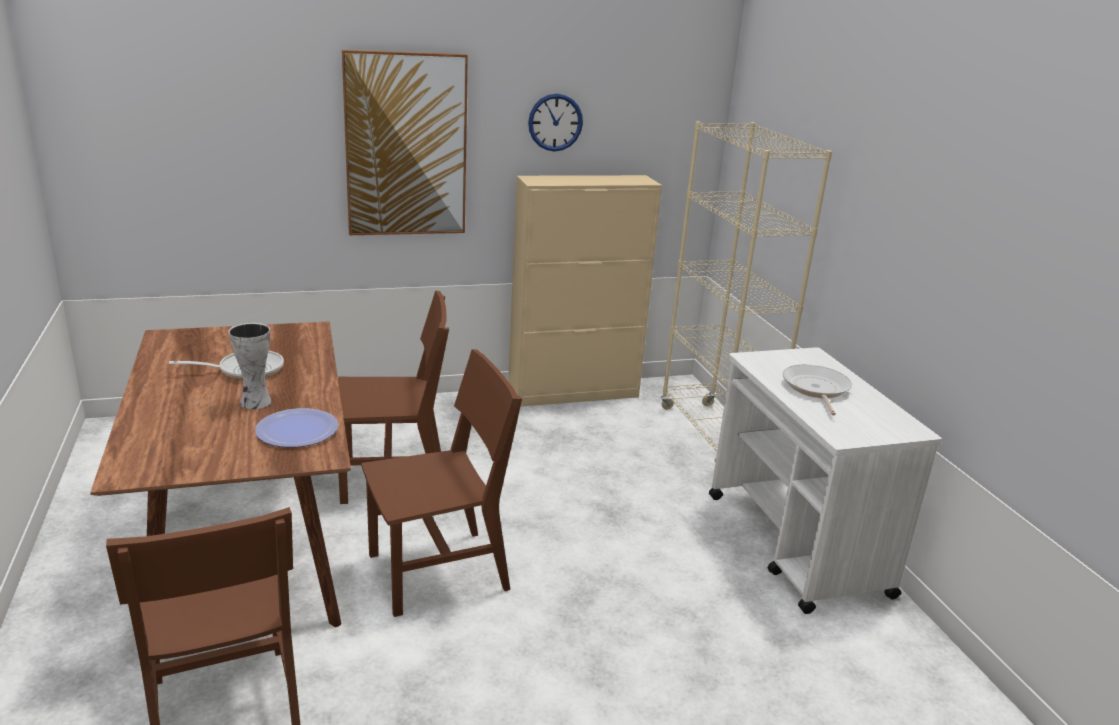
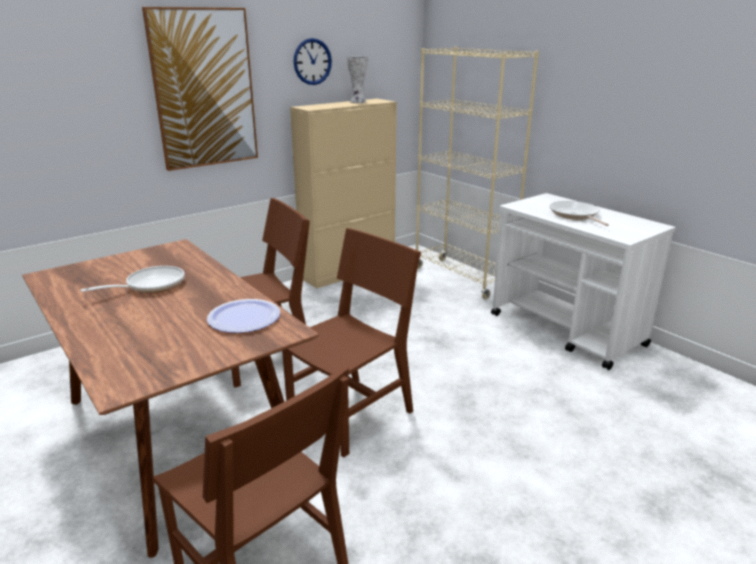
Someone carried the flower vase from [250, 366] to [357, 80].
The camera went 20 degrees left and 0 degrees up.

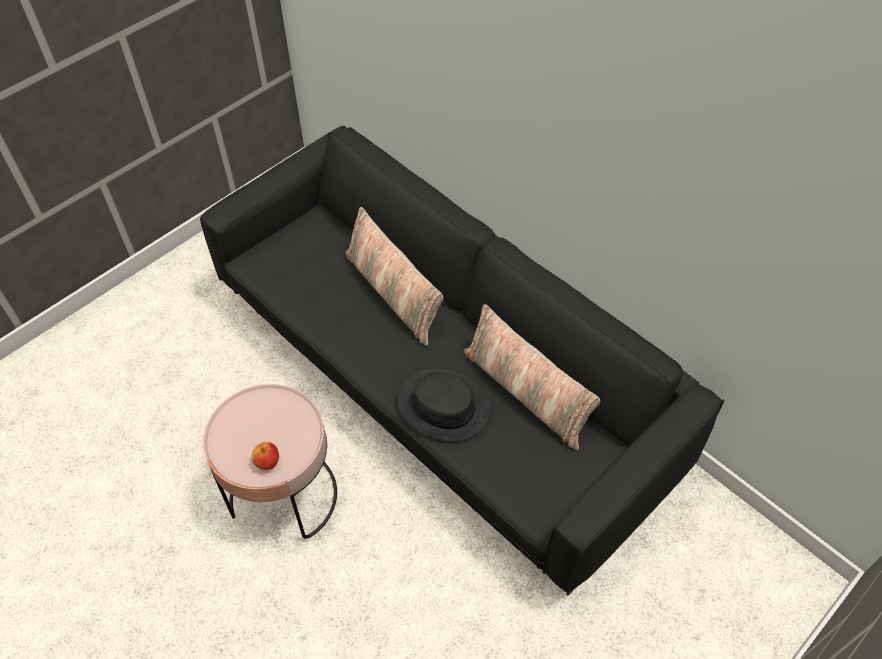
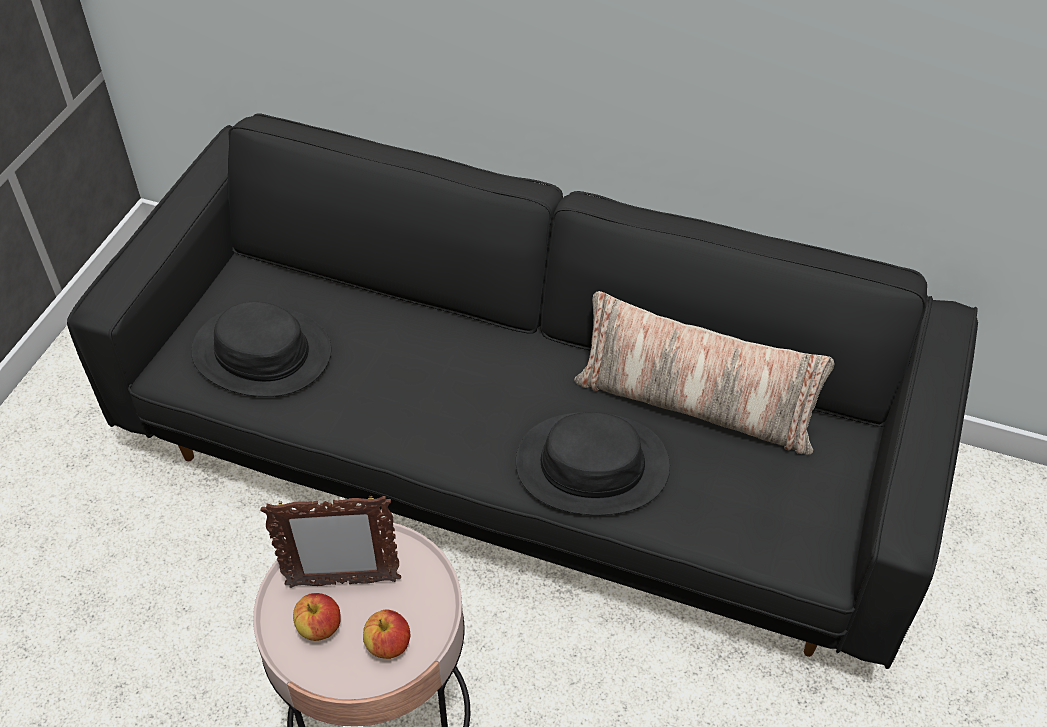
Someone took away the pillow at [394, 276].
Someone put down the black wearable hat at [261, 349].
Someone put down the photo frame at [331, 541].
Someone put down the apple fruit at [317, 617].
The camera went 25 degrees left and 5 degrees down.

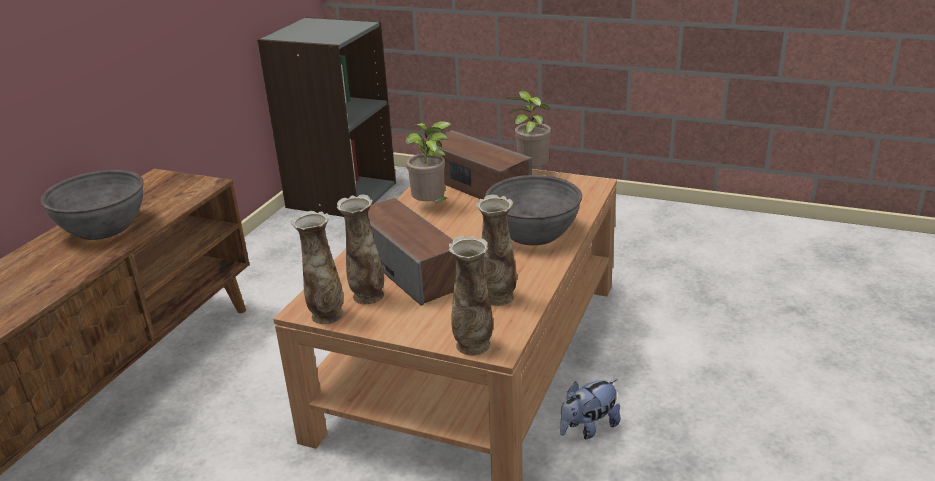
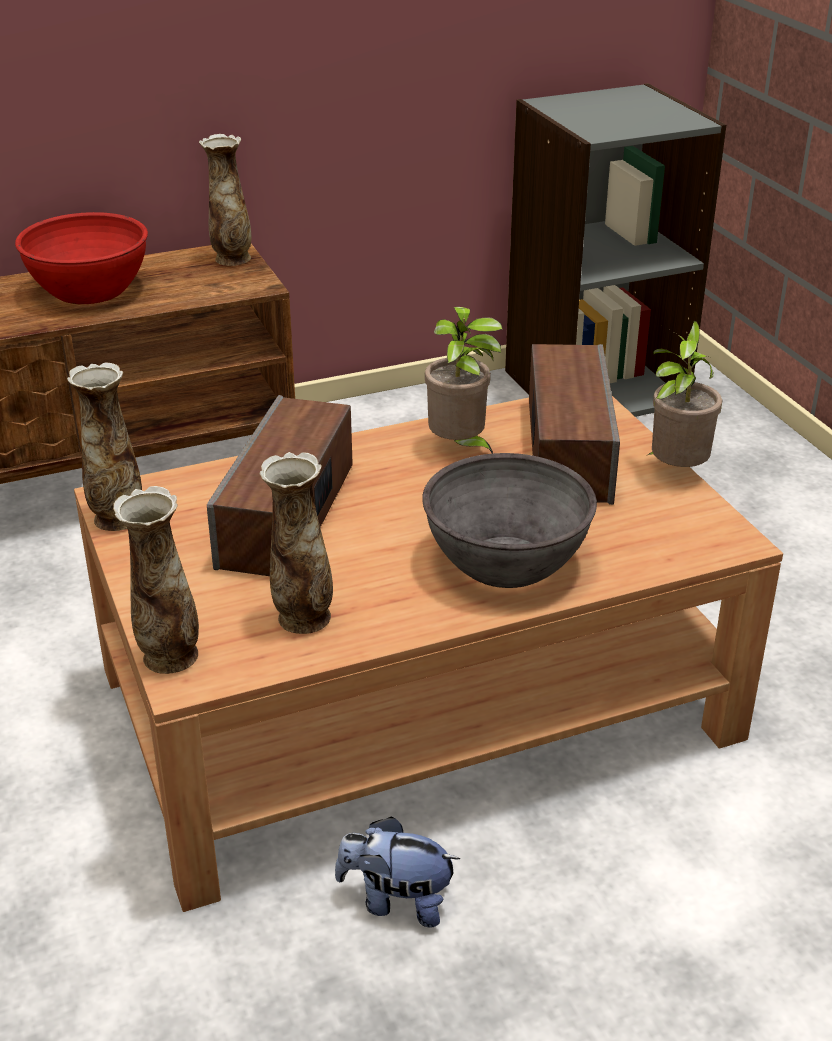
Someone carried the flower vase from [360, 249] to [225, 200].
Someone repainted the greyish bowl at [92, 205], which became the reddish bowl at [81, 258].
The camera went 45 degrees right and 5 degrees up.

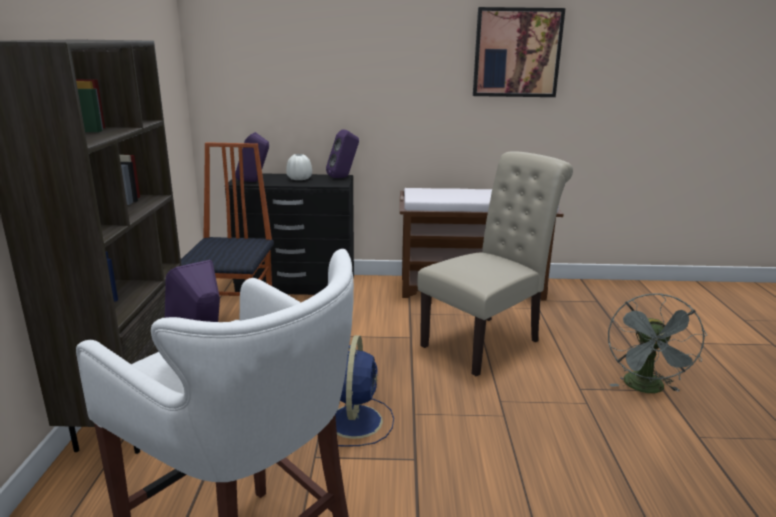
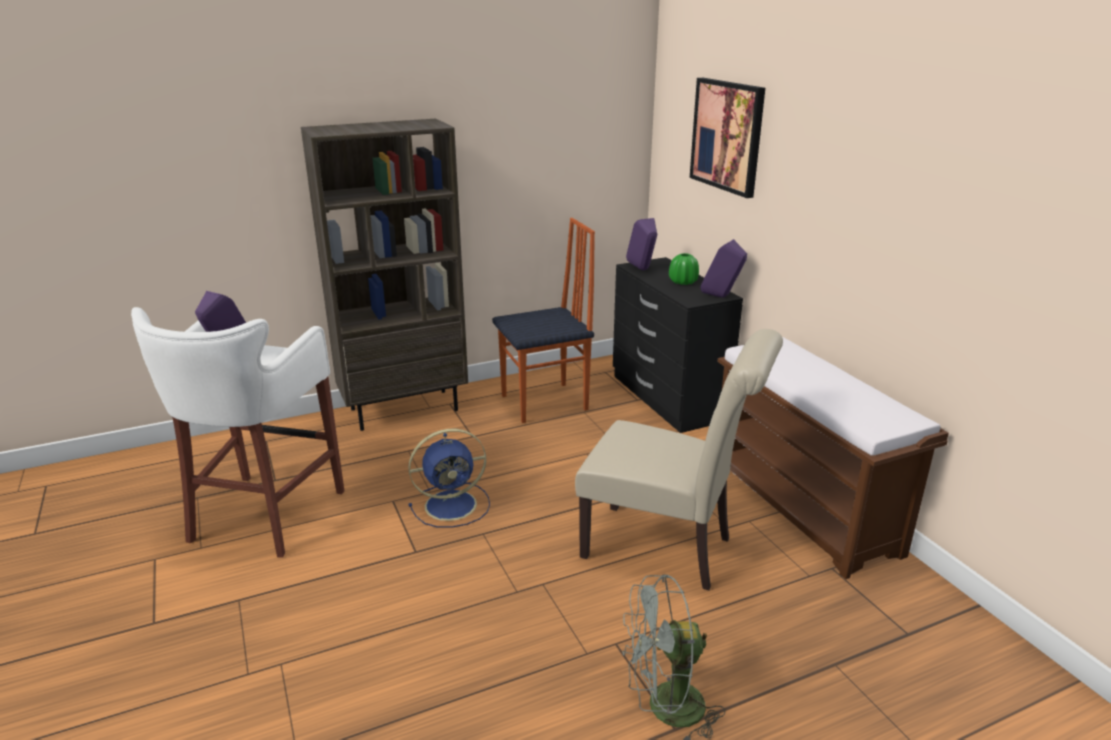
Someone carried the wall picture from [519, 52] to [727, 138].
Someone repainted the white-coloured flower vase at [299, 167], which became the green-coloured flower vase at [684, 269].
The camera went 65 degrees right and 5 degrees up.

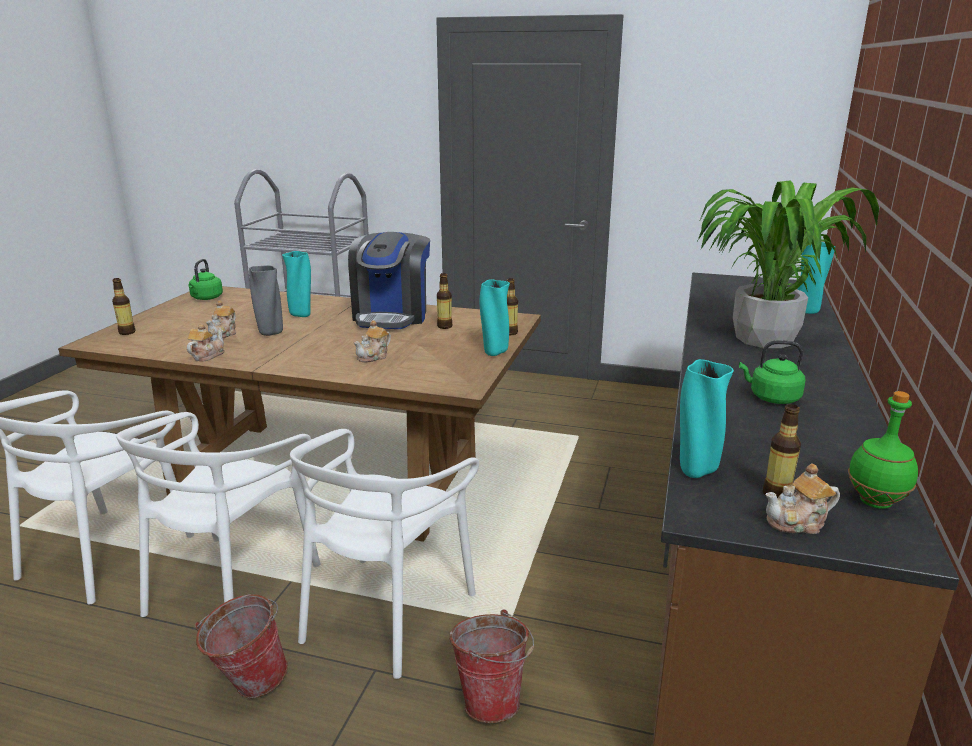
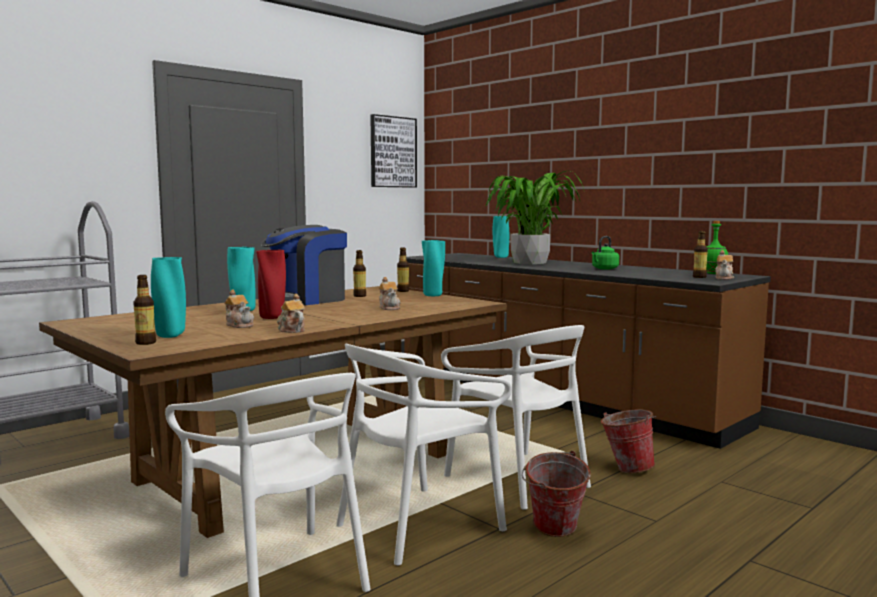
Someone took away the green-coloured water kettle at [205, 279].
Someone put up the wall picture at [393, 151].
Someone carried the turquoise flower vase from [707, 418] to [168, 297].
Someone repainted the greyish flower vase at [266, 300], which became the reddish flower vase at [271, 284].
Someone rotated the white-coloured plain chair at [218, 514] by 90 degrees clockwise.
Someone rotated the coffee brewer at [389, 280] by 105 degrees clockwise.
The camera went 60 degrees left and 15 degrees down.

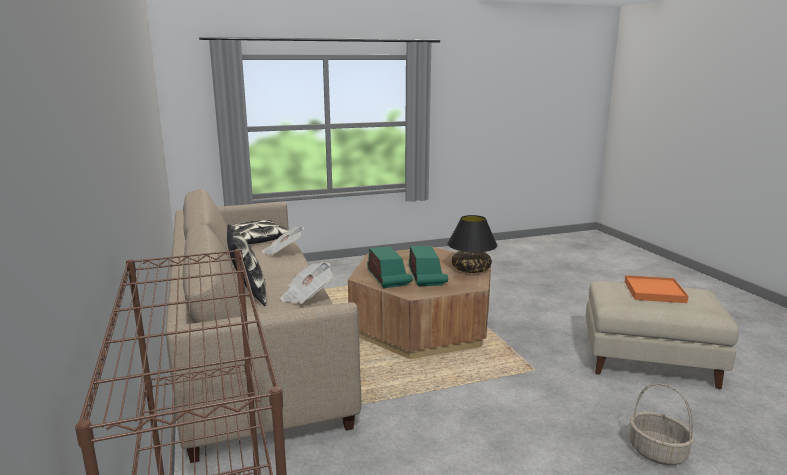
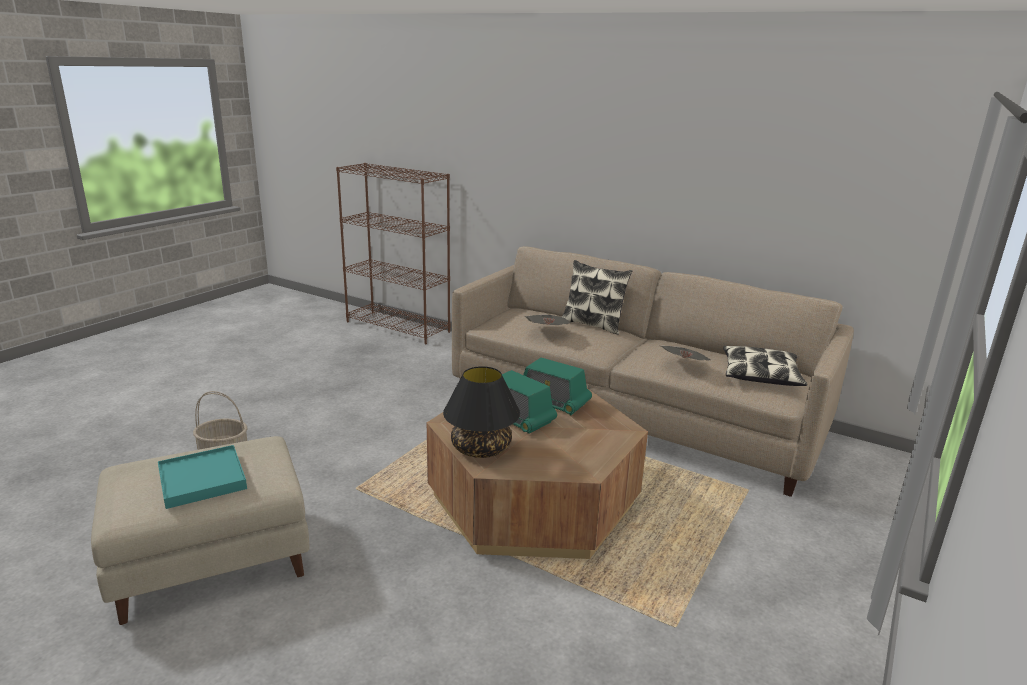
Someone repainted the orange-coloured tray at [657, 289], which became the turquoise tray at [202, 477].
The camera went 140 degrees right and 5 degrees up.

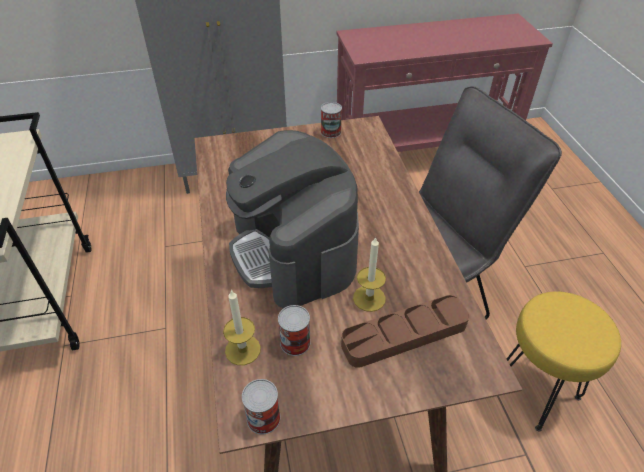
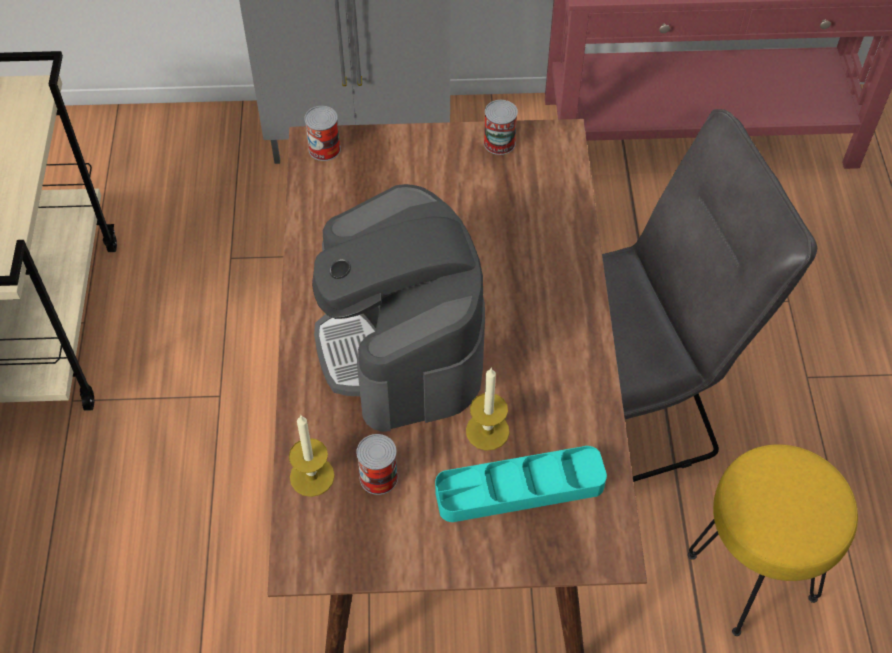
Someone carried the metal can from [261, 407] to [322, 133].
Someone repainted the brown-coloured tray at [405, 331], which became the turquoise tray at [521, 484].
The camera went 10 degrees right and 10 degrees up.

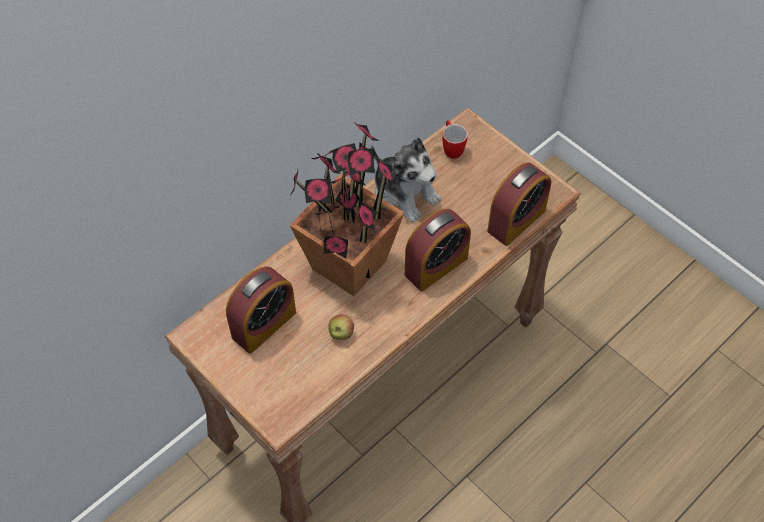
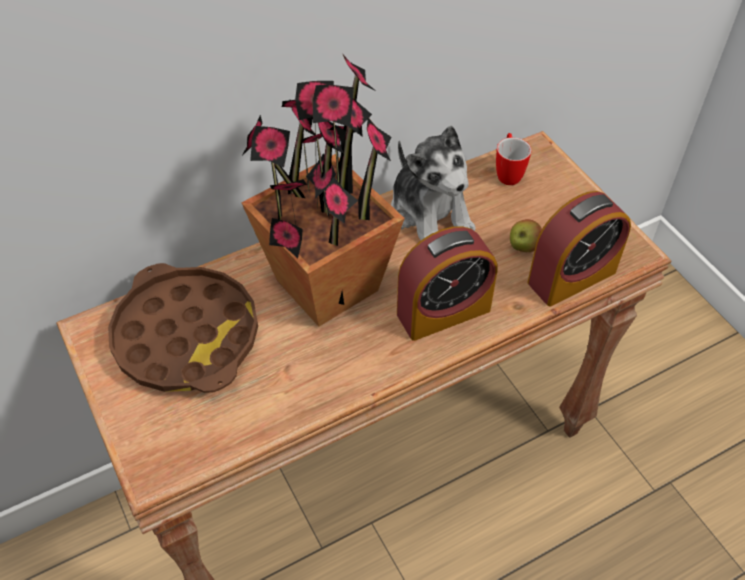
Someone carried the apple fruit from [341, 327] to [526, 235].
Someone swapped the alarm clock at [261, 310] for the brown-coloured tray at [183, 328].
The camera went 15 degrees right and 5 degrees down.

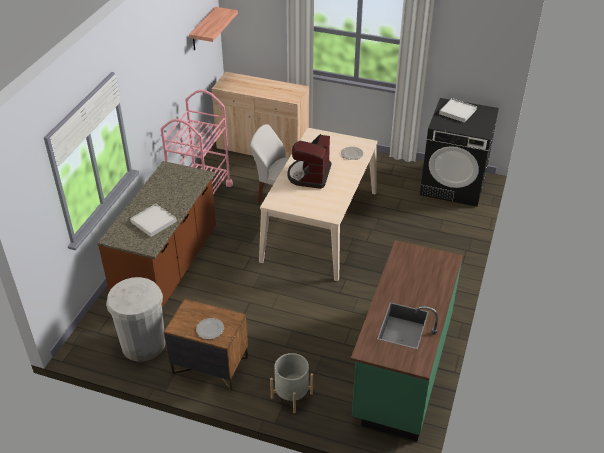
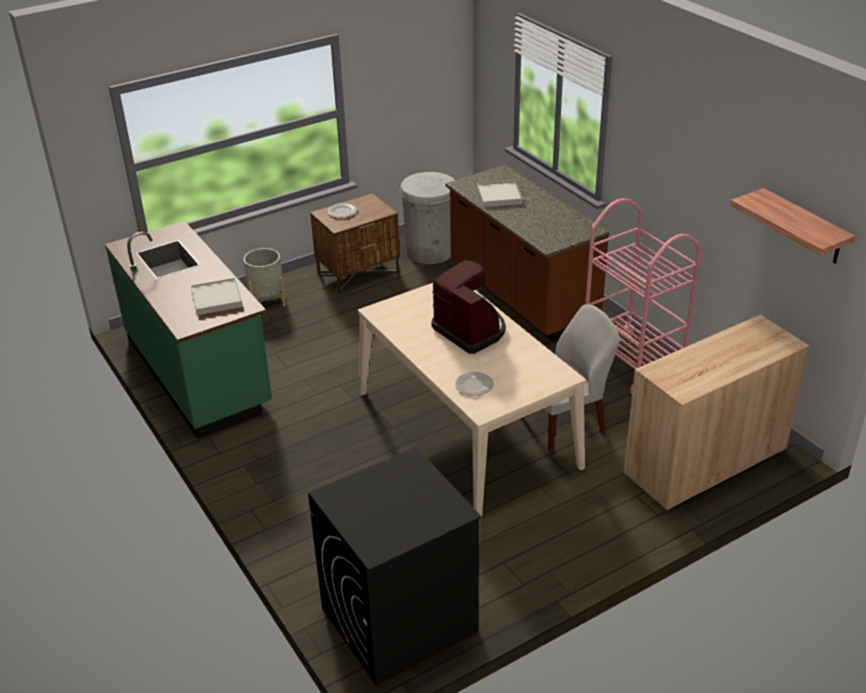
Someone carried the white-coloured tray from [458, 110] to [217, 296].
The camera went 130 degrees right and 5 degrees down.

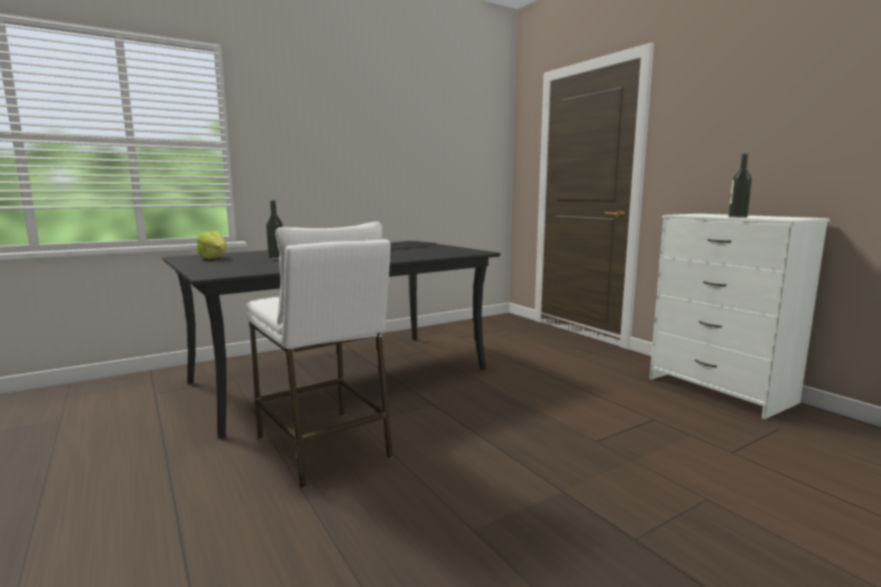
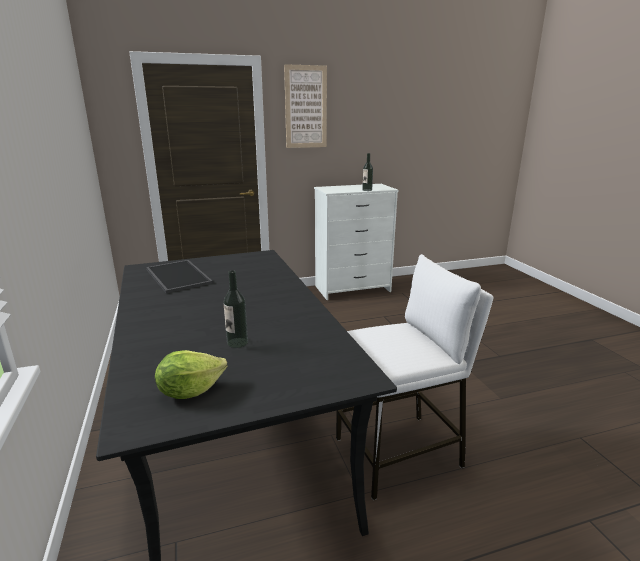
Someone put up the wall picture at [305, 106].
The camera went 75 degrees left and 10 degrees up.

